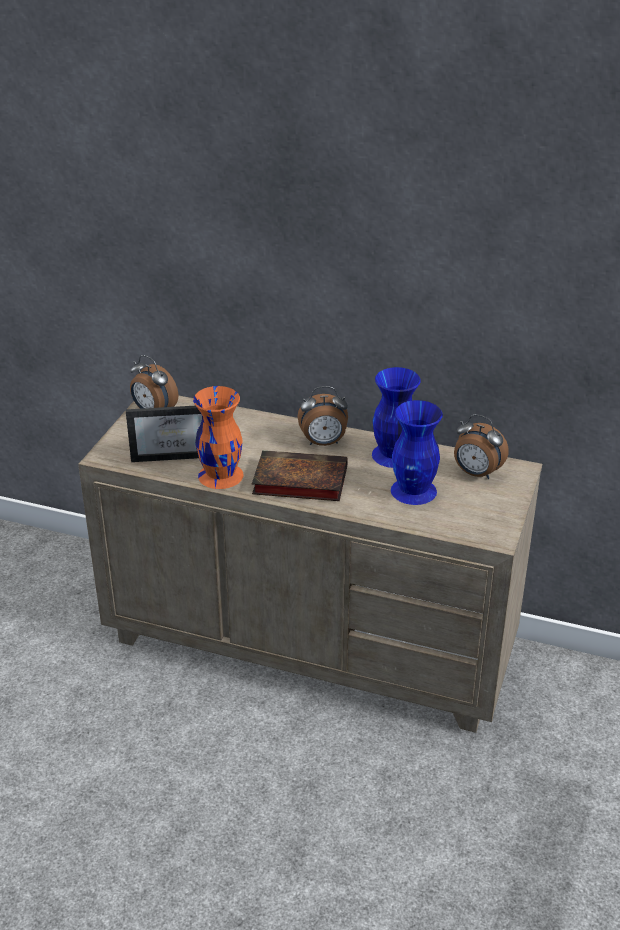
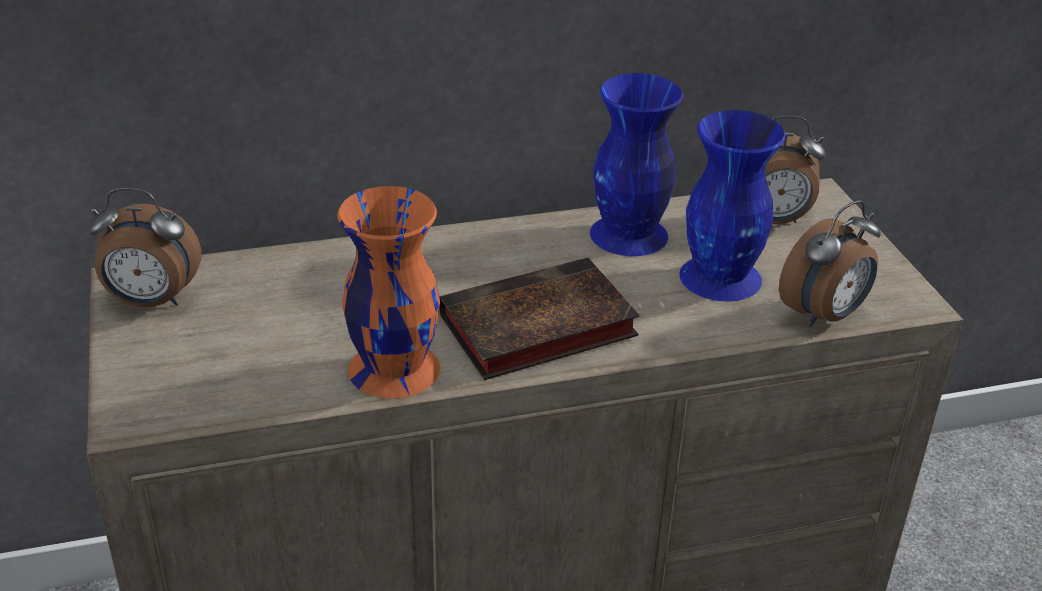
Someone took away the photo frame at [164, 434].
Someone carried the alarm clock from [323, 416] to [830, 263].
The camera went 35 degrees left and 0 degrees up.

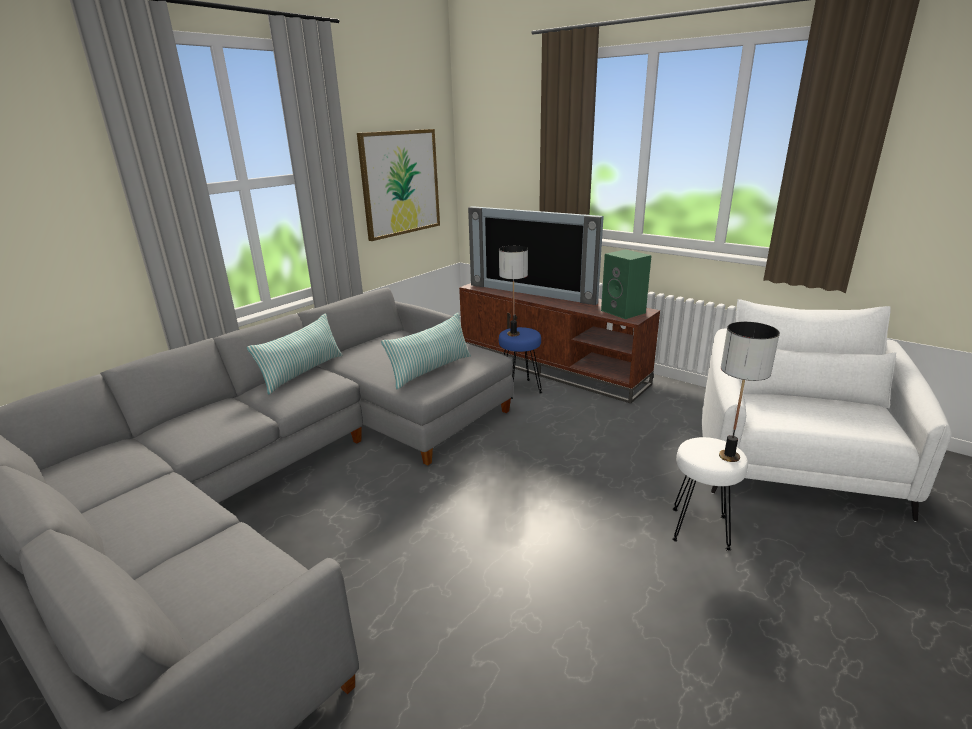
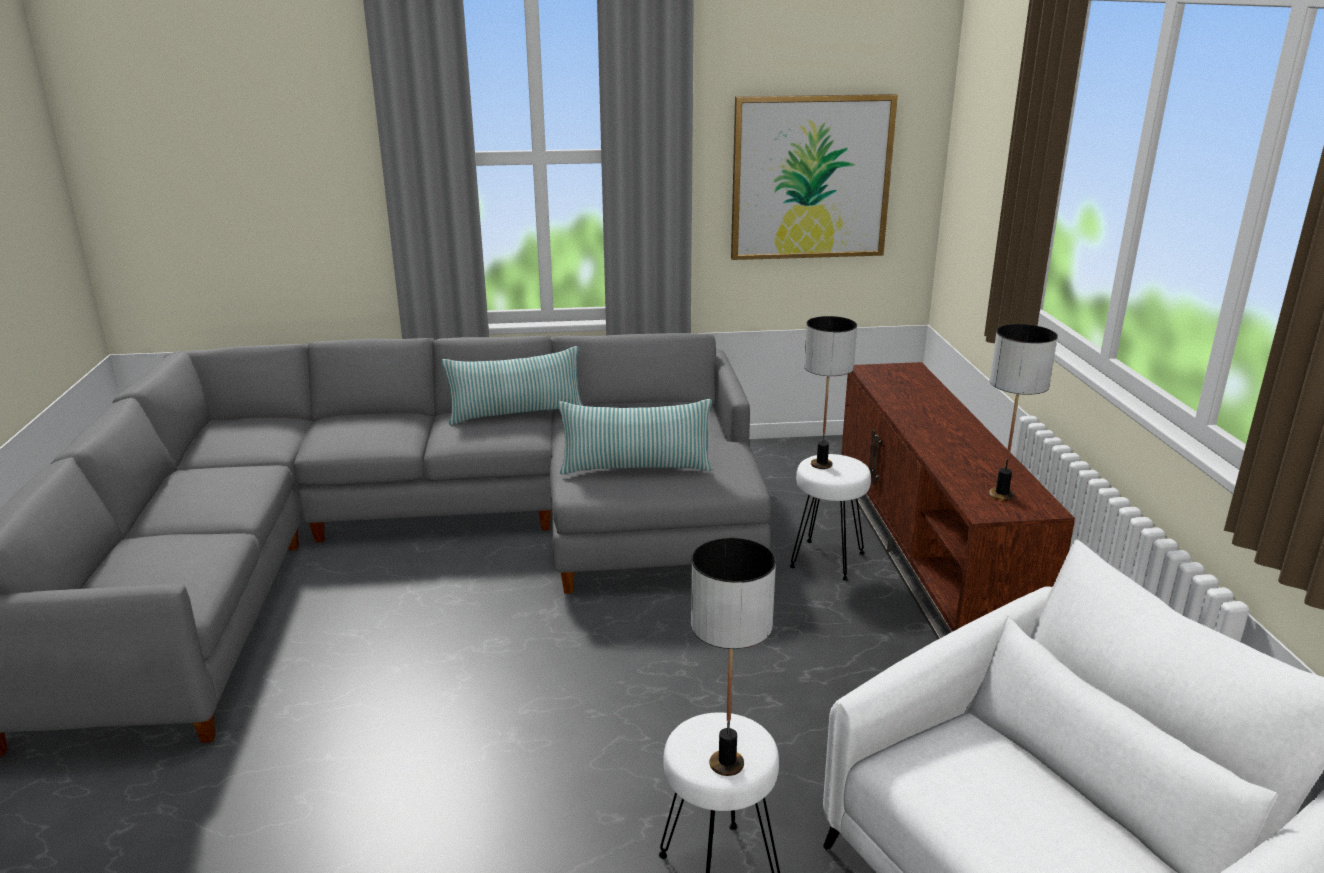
Someone took away the TV set at [536, 255].
Someone swapped the green-coloured speaker at [626, 284] for the tabletop lamp at [1023, 412].
Someone repainted the blue stool seat at [520, 363], which became the white-coloured stool seat at [830, 517].
The camera went 45 degrees right and 0 degrees up.

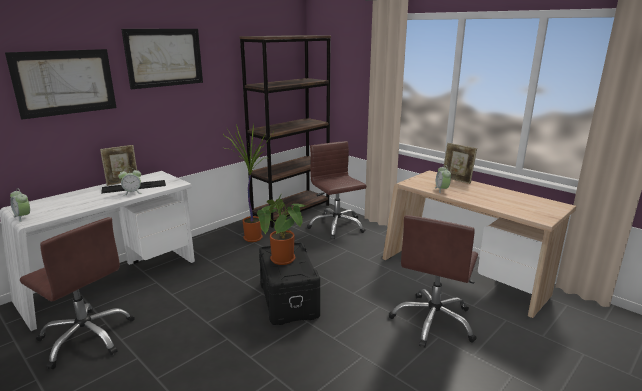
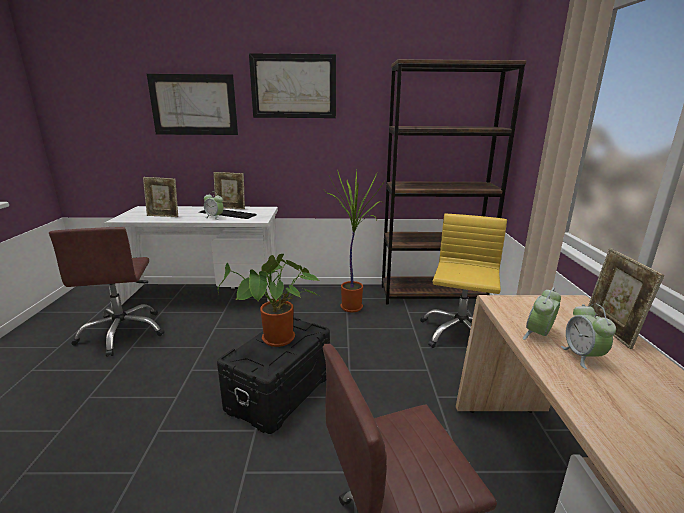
Someone put down the photo frame at [160, 197].
Someone carried the alarm clock from [20, 205] to [588, 336].
Someone repainted the brown-coloured computer chair at [336, 190], which became the yellow-coloured computer chair at [463, 281].
The camera went 45 degrees right and 0 degrees up.

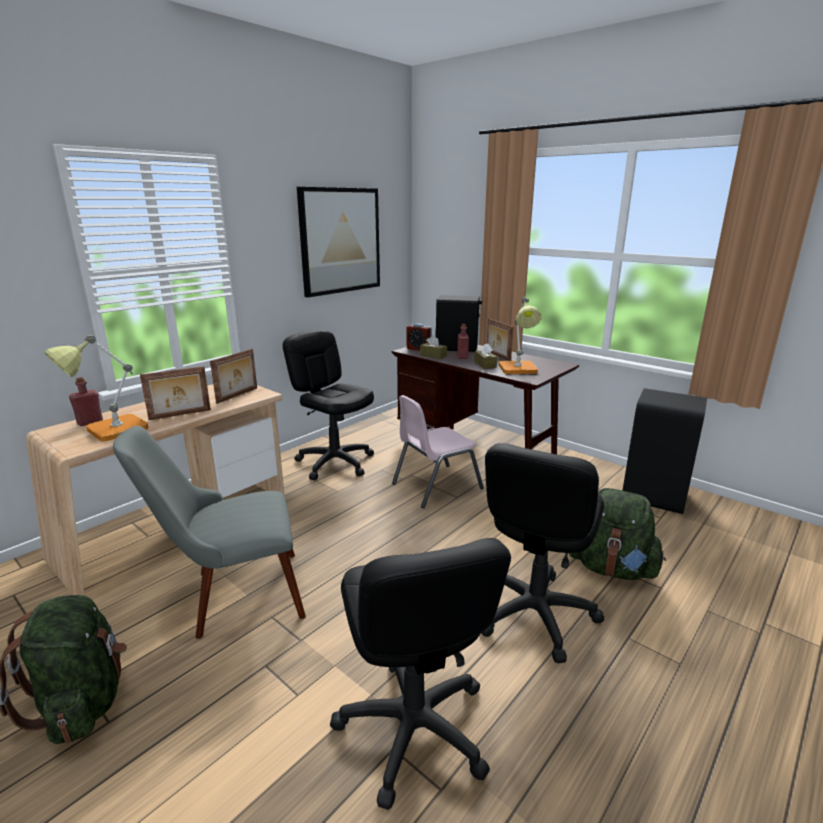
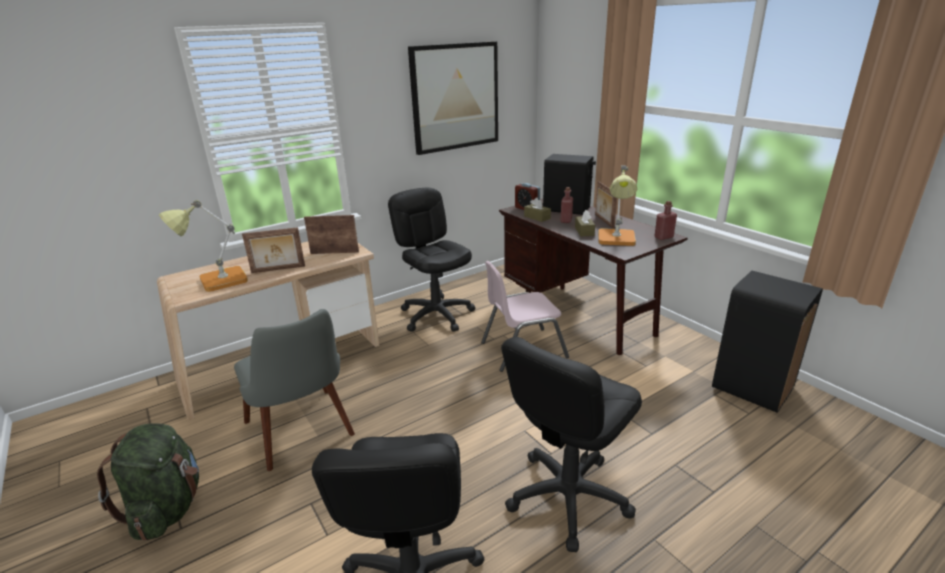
Someone took away the green-coloured backpack at [617, 534].
Someone carried the reddish beverage bottle from [86, 401] to [665, 220].
Someone rotated the greyish plain chair at [209, 532] by 120 degrees counterclockwise.
Someone rotated the photo frame at [233, 376] by 135 degrees counterclockwise.
The camera went 15 degrees right and 5 degrees up.

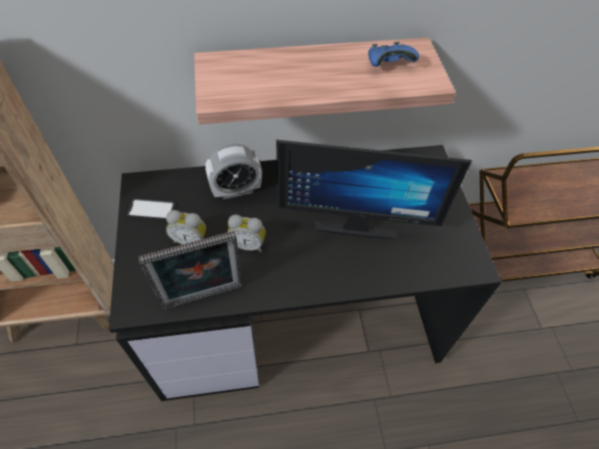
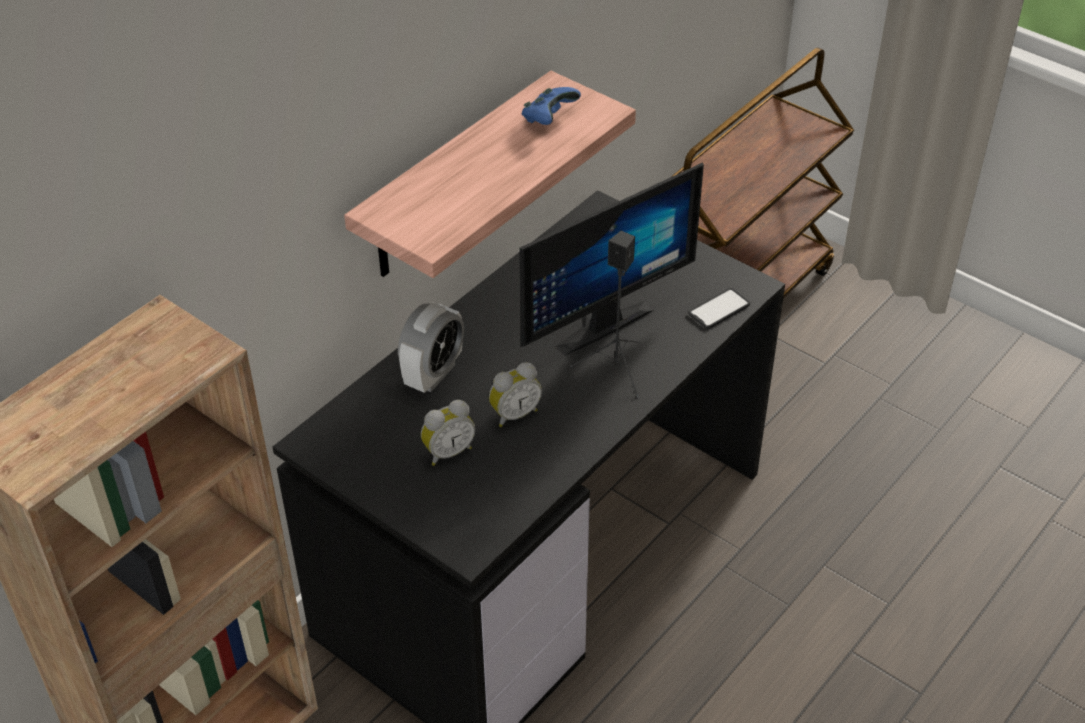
Someone took away the photo frame at [190, 270].
Someone put down the black speaker at [605, 315].
Someone carried the handset from [151, 210] to [719, 308].
The camera went 40 degrees left and 10 degrees down.

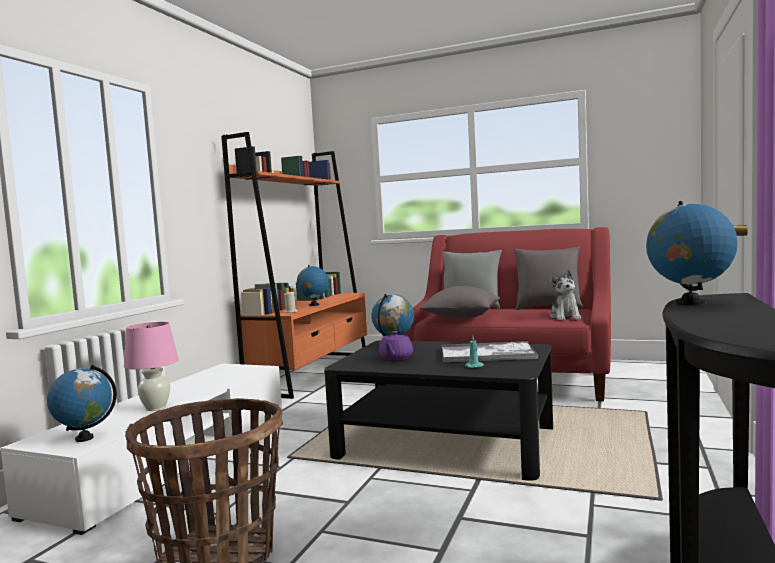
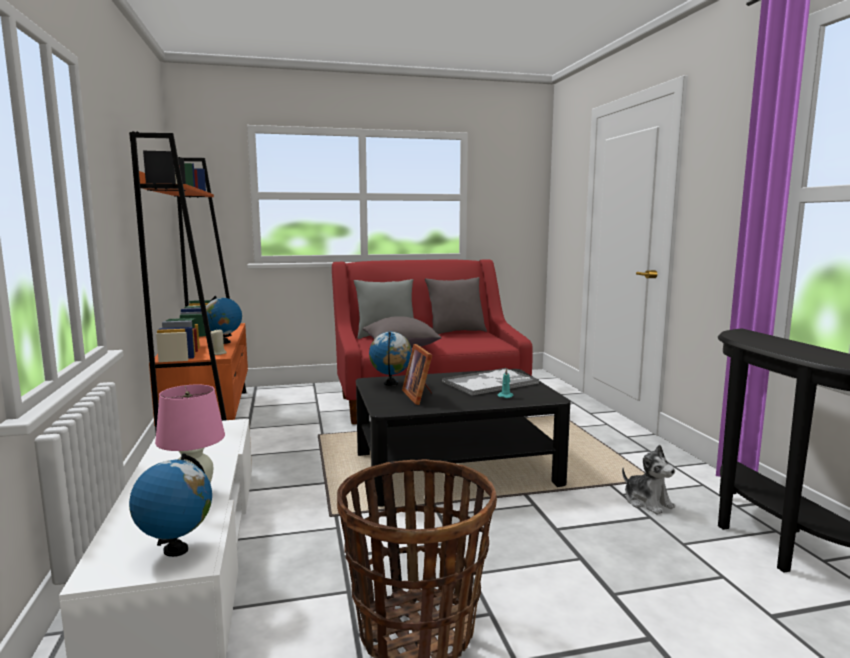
Someone took away the world globe at [692, 253].
Someone carried the plush toy from [565, 295] to [648, 480].
Someone swapped the purplish teapot at [396, 345] for the photo frame at [417, 374].
The camera went 35 degrees left and 5 degrees up.

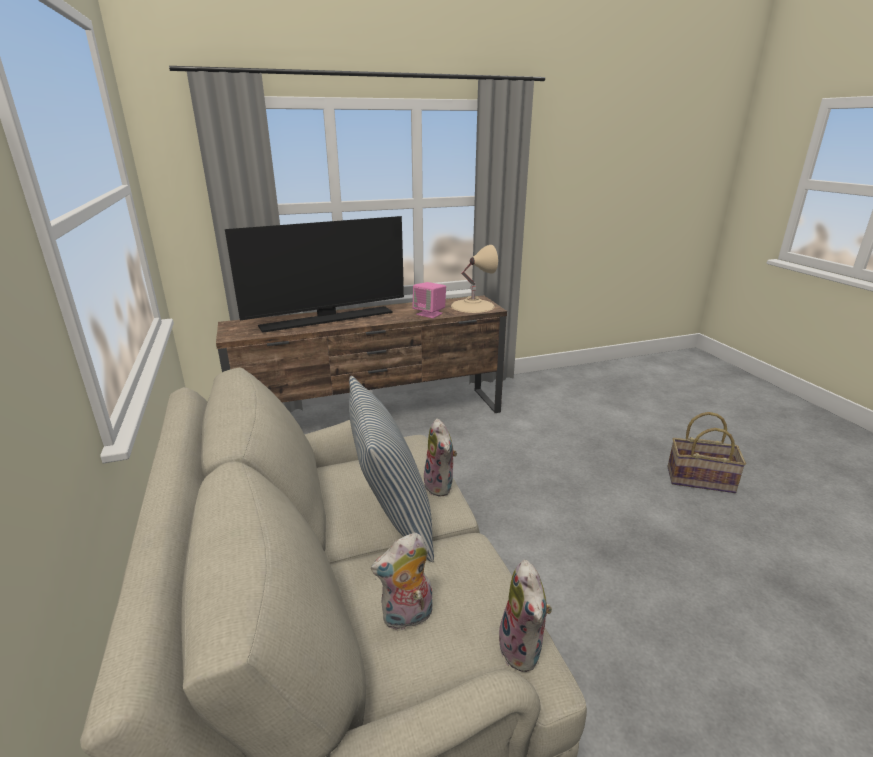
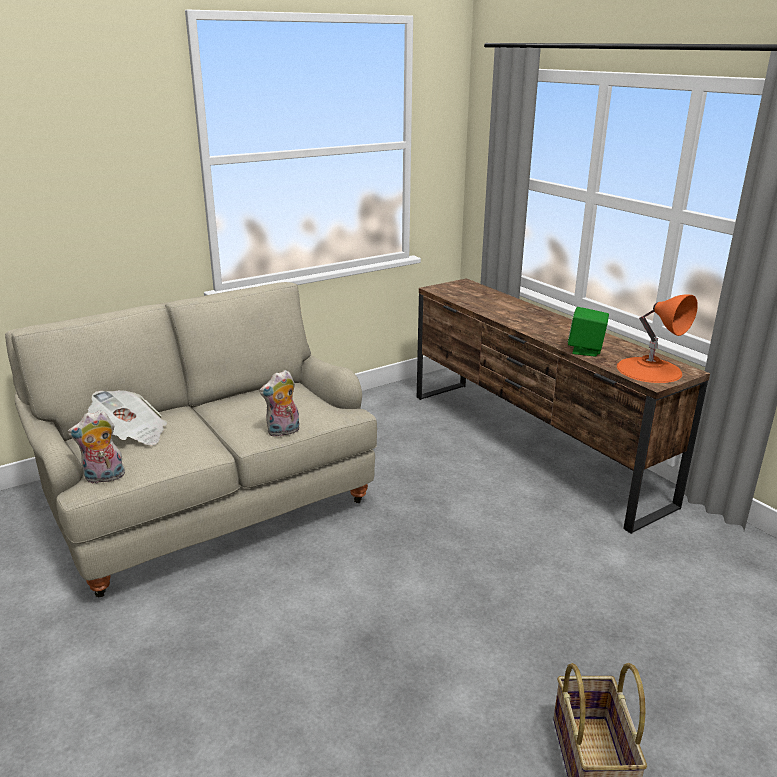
Someone took away the TV set at [314, 274].
Someone took away the pillow at [391, 469].
Someone swapped the plush toy at [402, 581] for the daily paper at [127, 418].
Someone repainted the pink speaker at [429, 300], which became the green-coloured speaker at [588, 331].
Someone repainted the sand-coloured tabletop lamp at [474, 279], which became the orange-coloured tabletop lamp at [657, 339].
The camera went 75 degrees right and 0 degrees up.

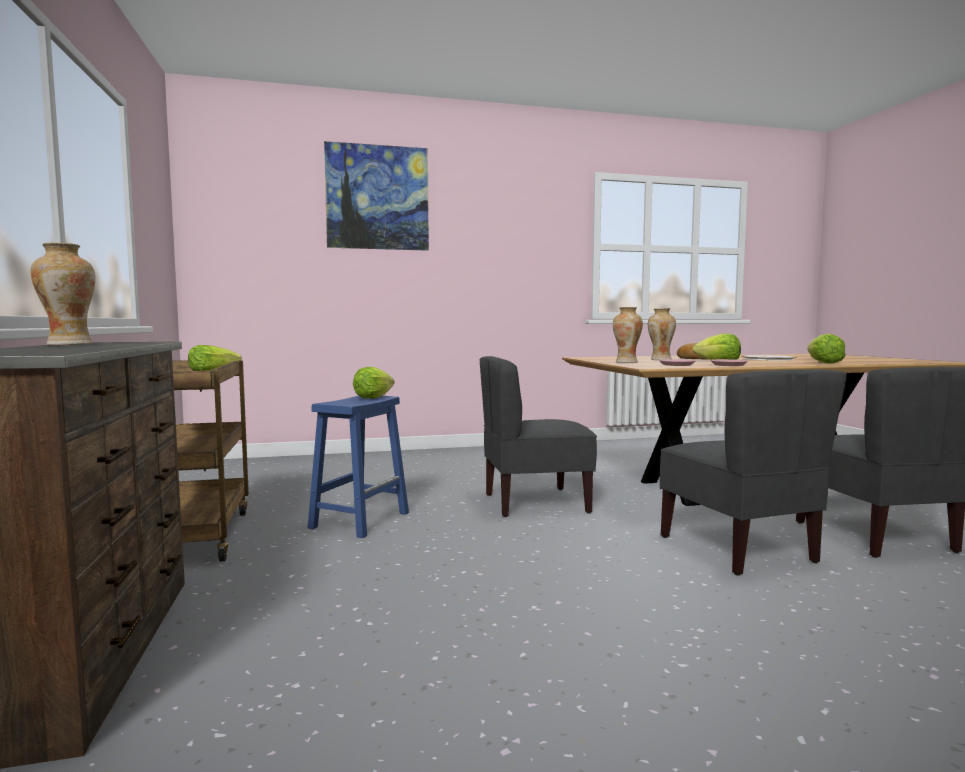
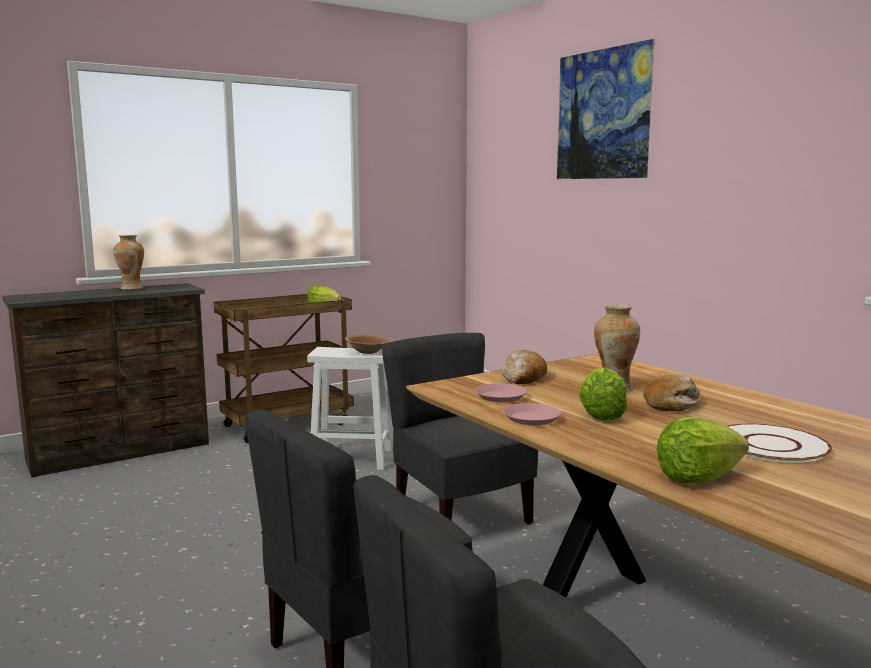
Someone swapped the head of lettuce at [373, 383] for the brown-coloured bowl at [367, 344].
Someone swapped the flower vase at [628, 335] for the baked bread at [524, 367].
Someone repainted the blue stool seat at [358, 467], which became the white-coloured stool seat at [349, 408].
The camera went 70 degrees right and 5 degrees up.

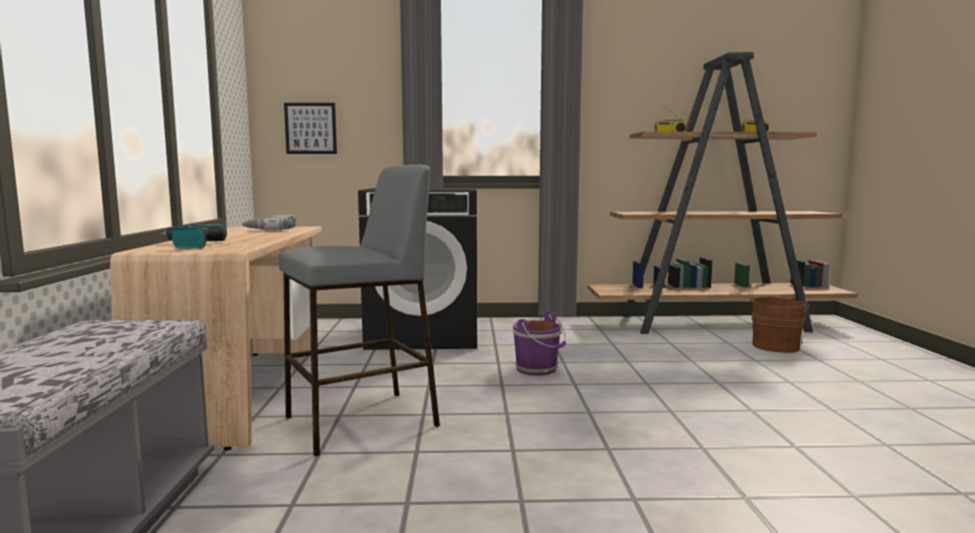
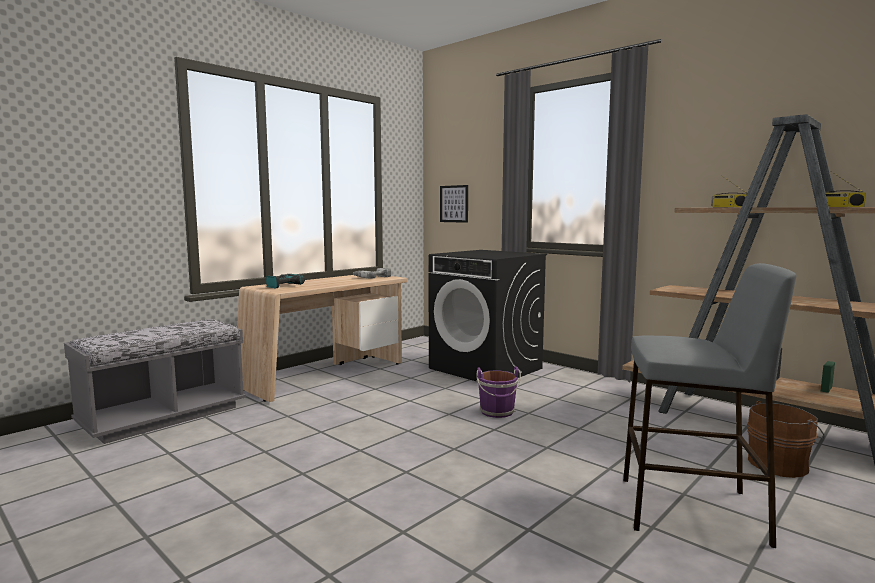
Someone carried the greyish stool seat from [359, 310] to [709, 405].
The camera went 45 degrees right and 0 degrees up.

